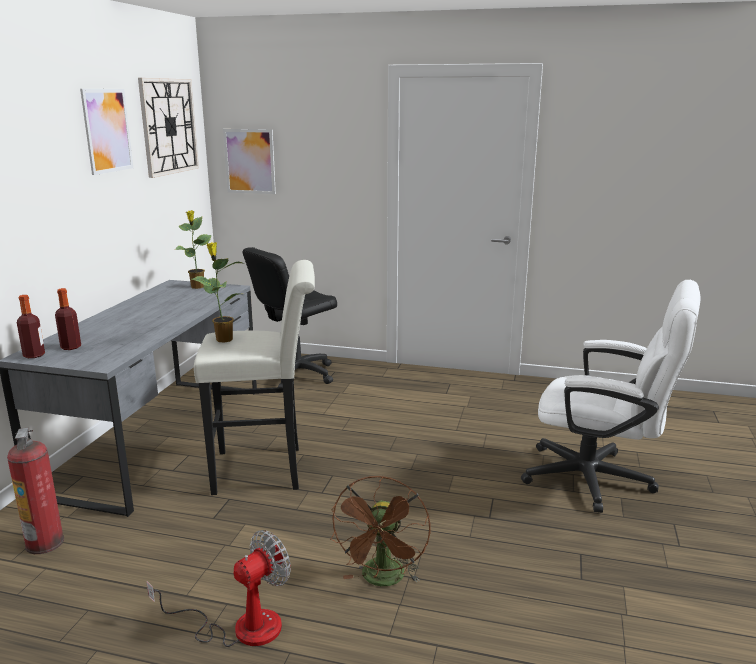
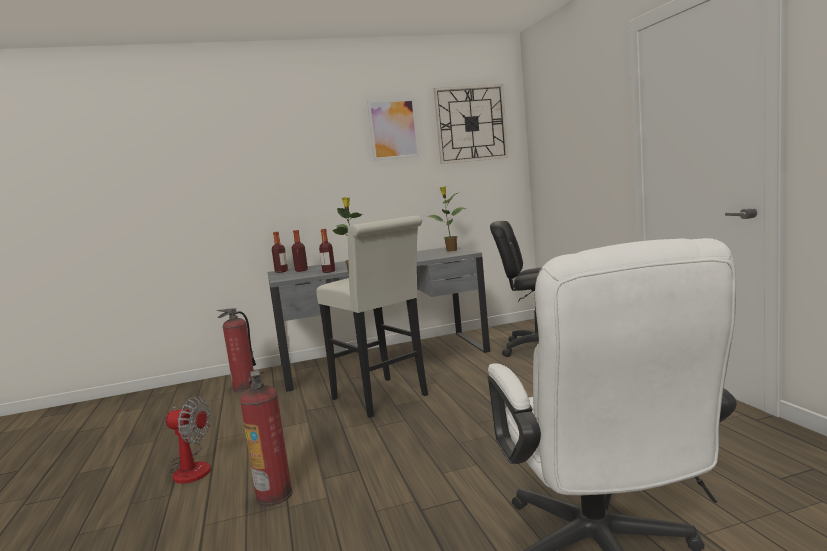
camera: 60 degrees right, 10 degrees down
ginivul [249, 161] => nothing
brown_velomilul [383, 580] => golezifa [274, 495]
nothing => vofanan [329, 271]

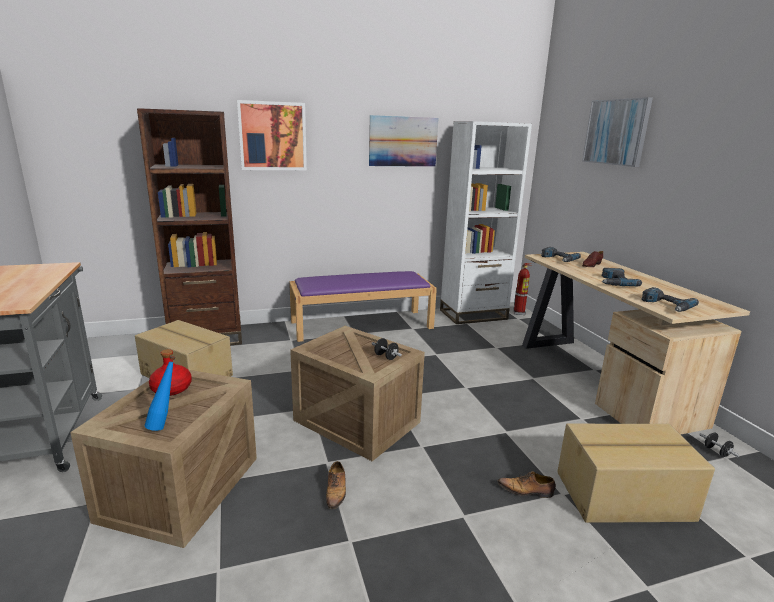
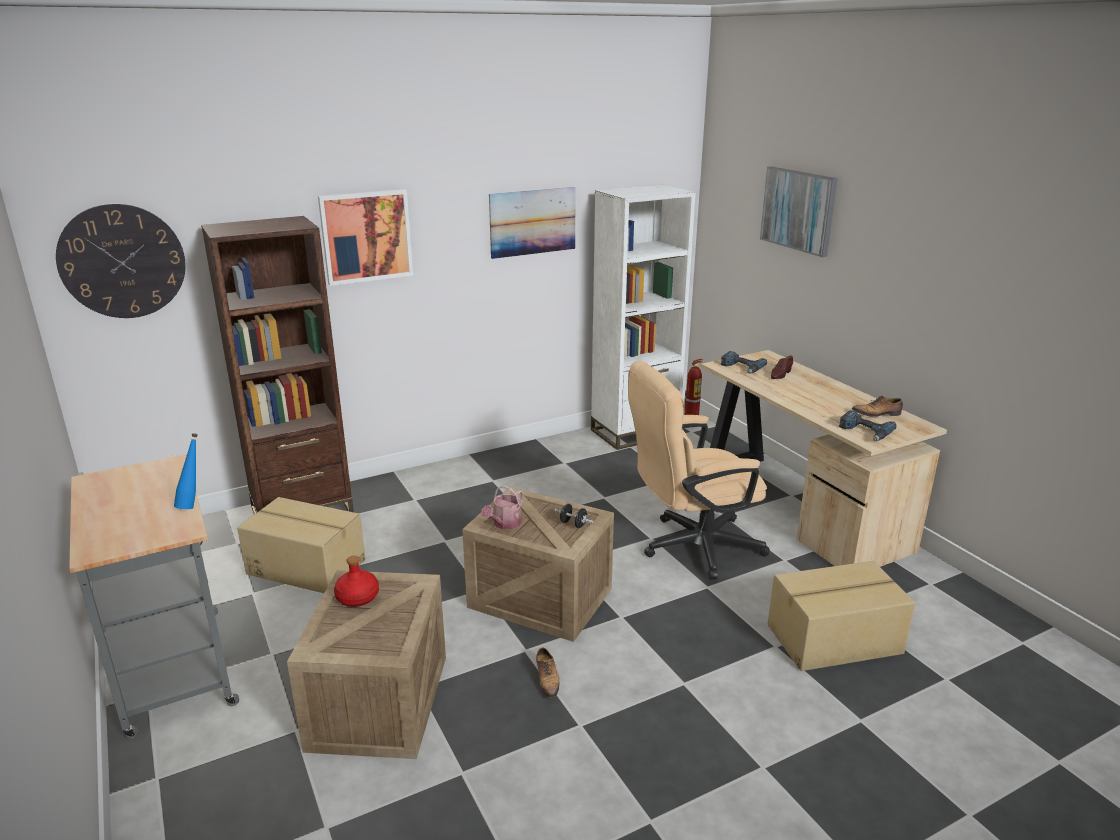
camera: 10 degrees left, 5 degrees up
blue_vofanan [165, 425] => blue_vofanan [193, 504], moved
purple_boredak [362, 324] => nothing
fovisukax [526, 491] => fovisukax [877, 414], moved
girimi [614, 282] => nothing
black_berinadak [716, 452] => nothing
nothing => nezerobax [122, 261]
nothing => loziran [504, 524]
nothing => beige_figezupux [691, 547]

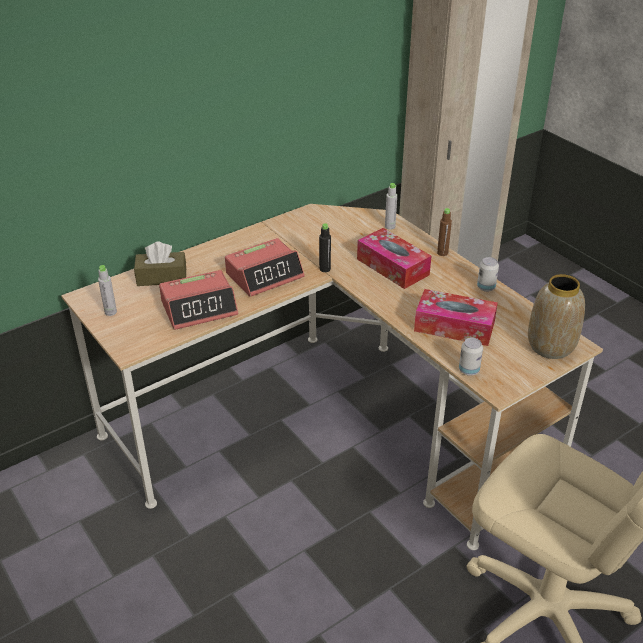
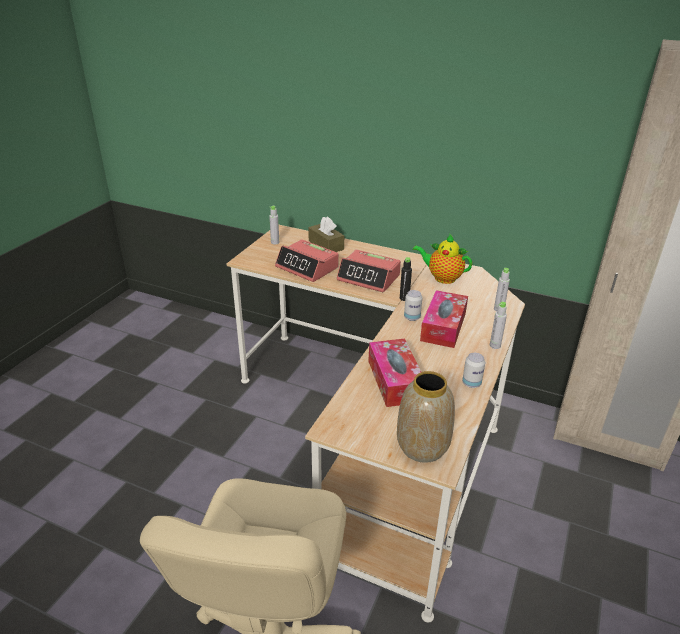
camera: 60 degrees right, 5 degrees down
brown_vofanan [442, 253] => grey_vofanan [495, 346]
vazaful [469, 370] => vazaful [412, 317], moved
nothing => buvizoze [442, 278]

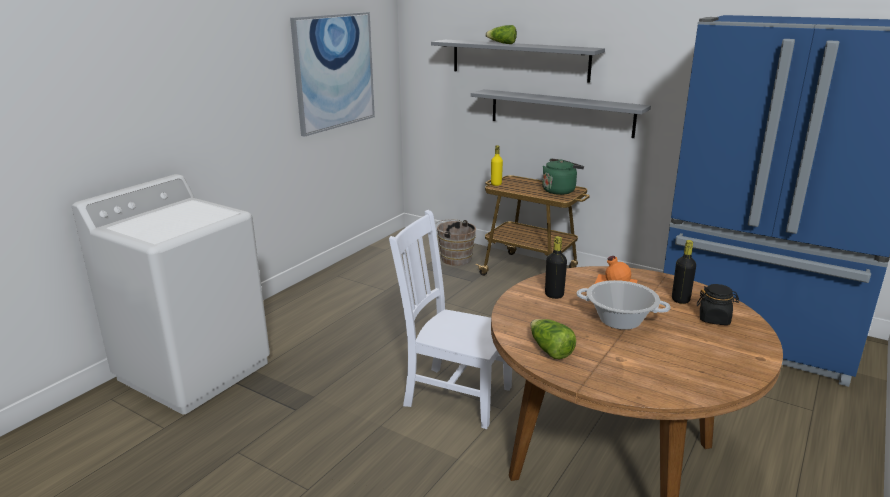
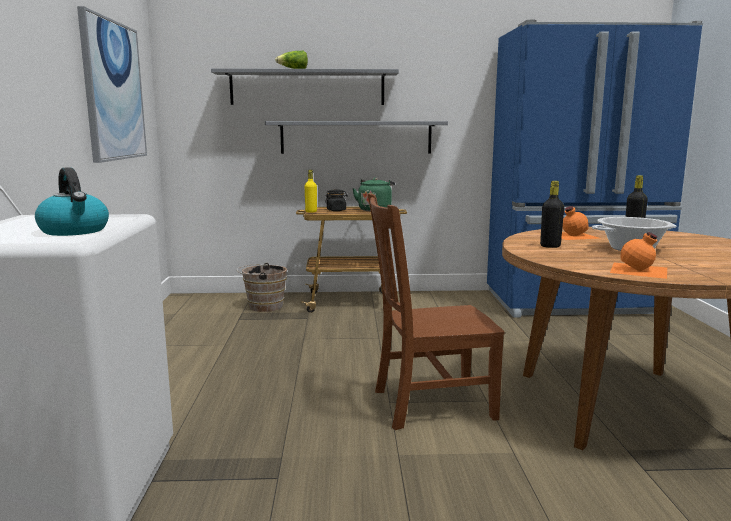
camera: 35 degrees left, 10 degrees down
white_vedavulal [454, 395] => brown_vedavulal [429, 404]
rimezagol [550, 350] => orange_vofanan [639, 270]
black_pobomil [714, 319] => black_pobomil [336, 210], moved
nothing => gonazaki [75, 231]

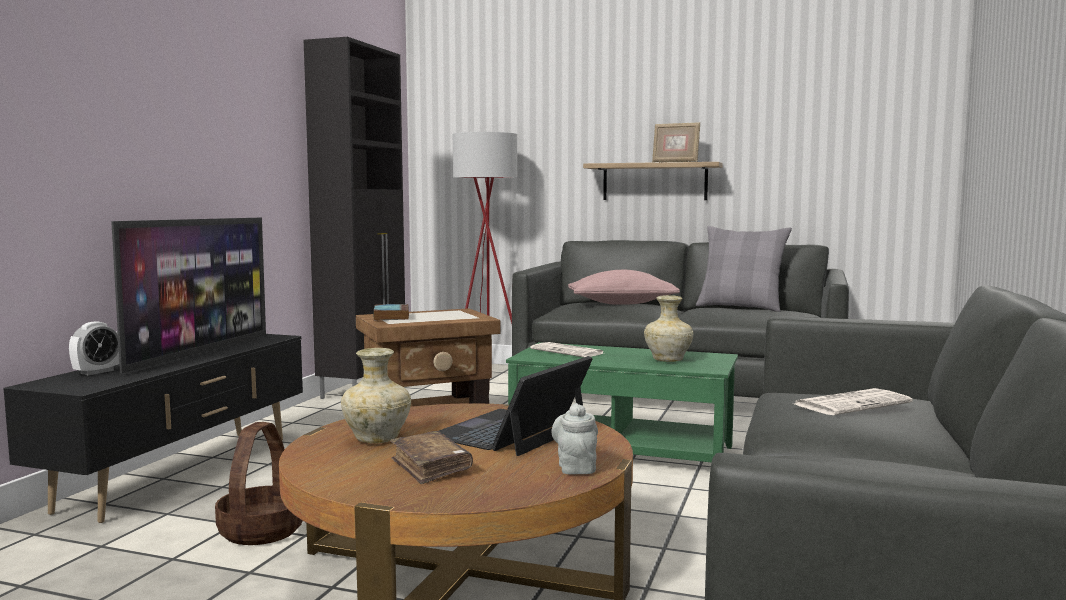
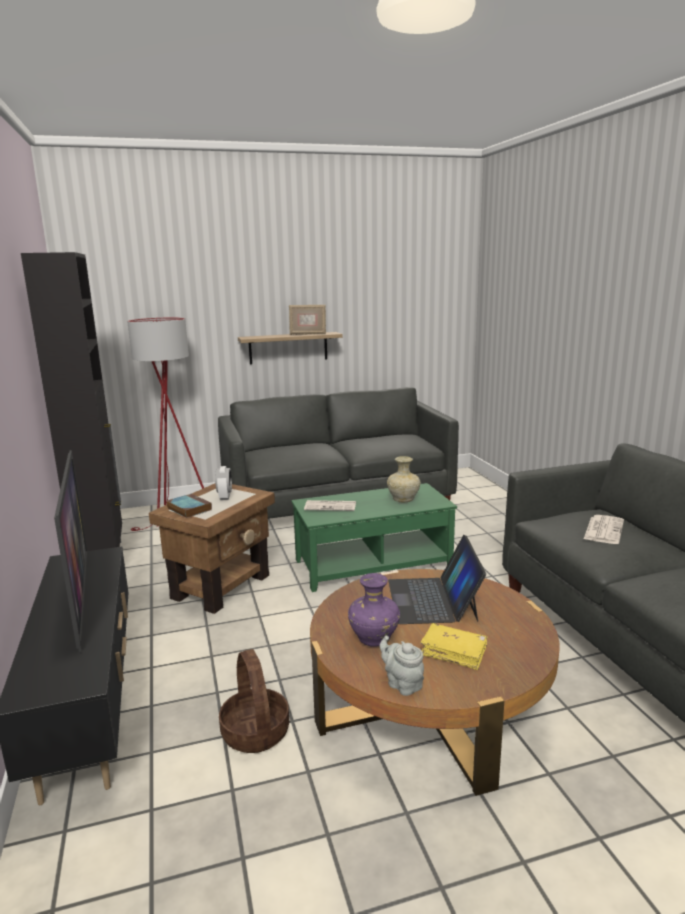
camera: 35 degrees left, 10 degrees up
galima [97, 372] => galima [225, 497], moved
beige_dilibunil [377, 439] => purple_dilibunil [373, 639]
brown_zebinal [430, 467] => yellow_zebinal [454, 652]
grey_buvizoze [576, 467] => grey_buvizoze [402, 684], moved
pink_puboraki [622, 303] => nothing
grey_puboraki [740, 307] => nothing

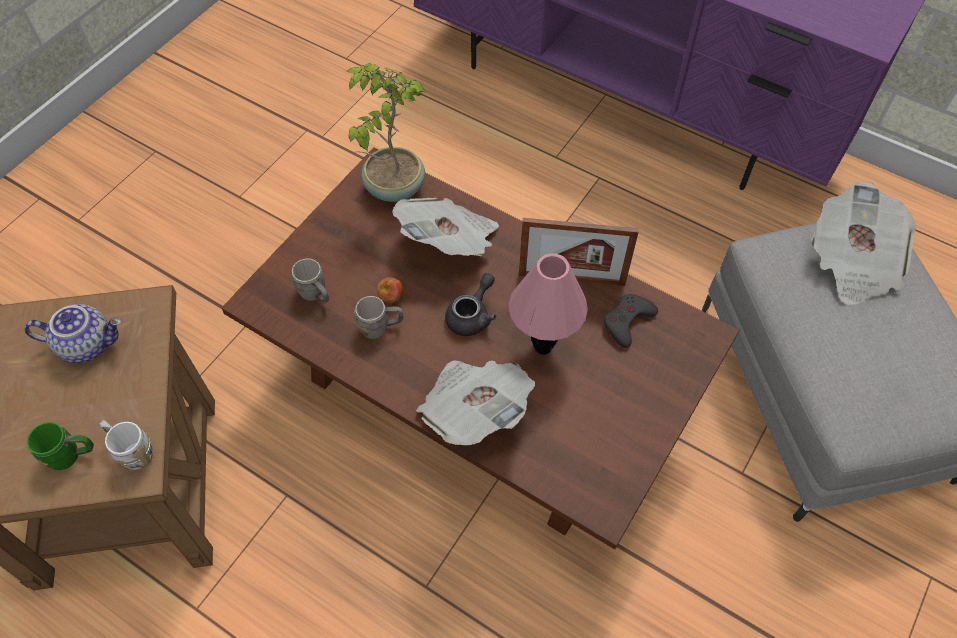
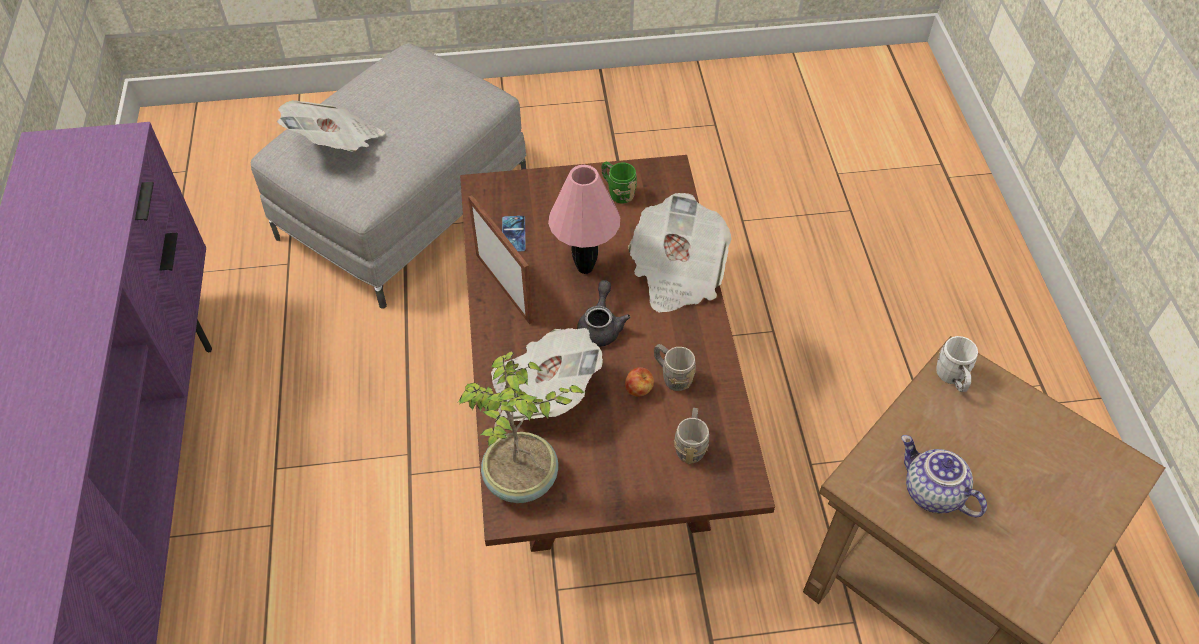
camera: 130 degrees left, 5 degrees down
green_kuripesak [71, 455] => green_kuripesak [617, 192], moved
grey_buvizoze [472, 315] => grey_buvizoze [601, 326], 105 degrees clockwise
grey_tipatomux [627, 322] => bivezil [513, 234]

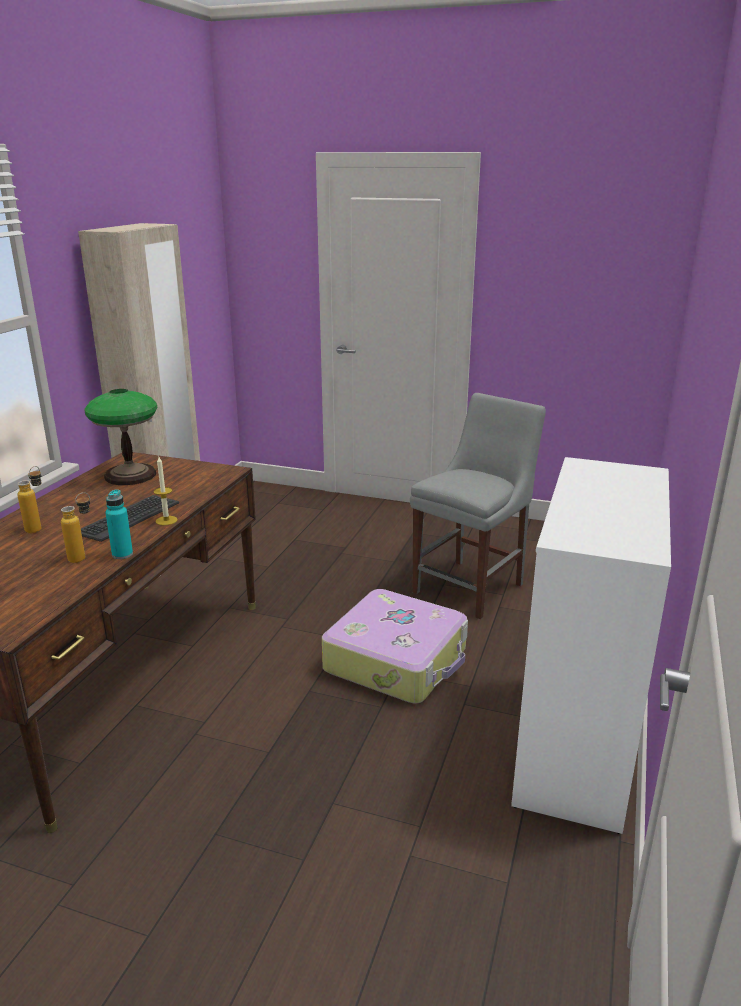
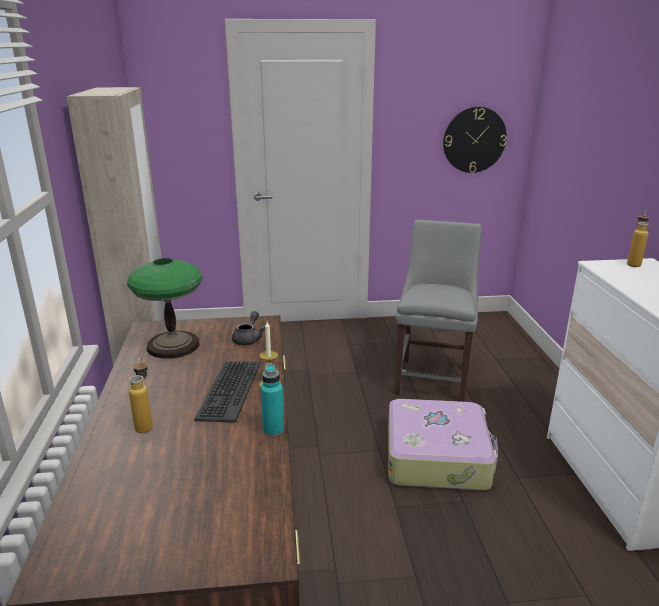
camera: 25 degrees left, 0 degrees up
vofanan [83, 557] => vofanan [633, 263], moved
nothing => grey_buvizoze [248, 338]
nothing => nezerobax [474, 140]

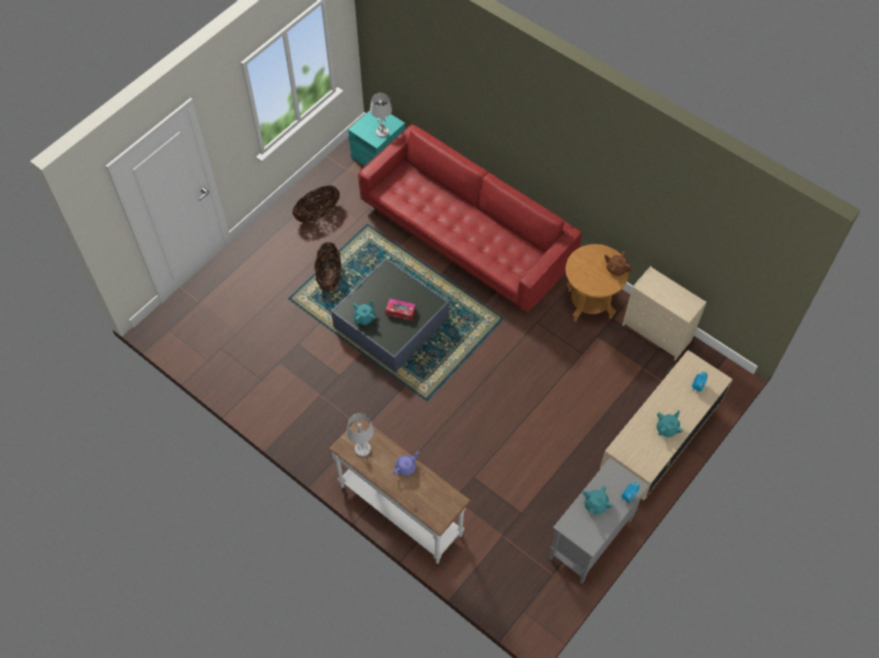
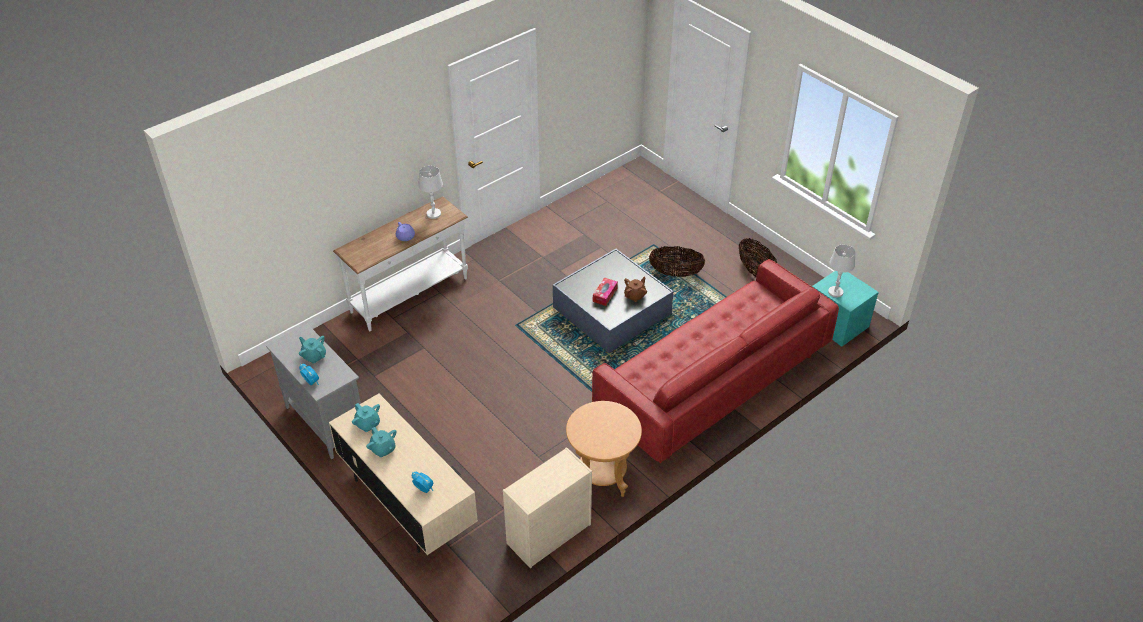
camera: 100 degrees right, 15 degrees down
turquoise_buvizoze [365, 318] => turquoise_buvizoze [368, 424], moved
brown_buvizoze [616, 269] => brown_buvizoze [635, 295], moved

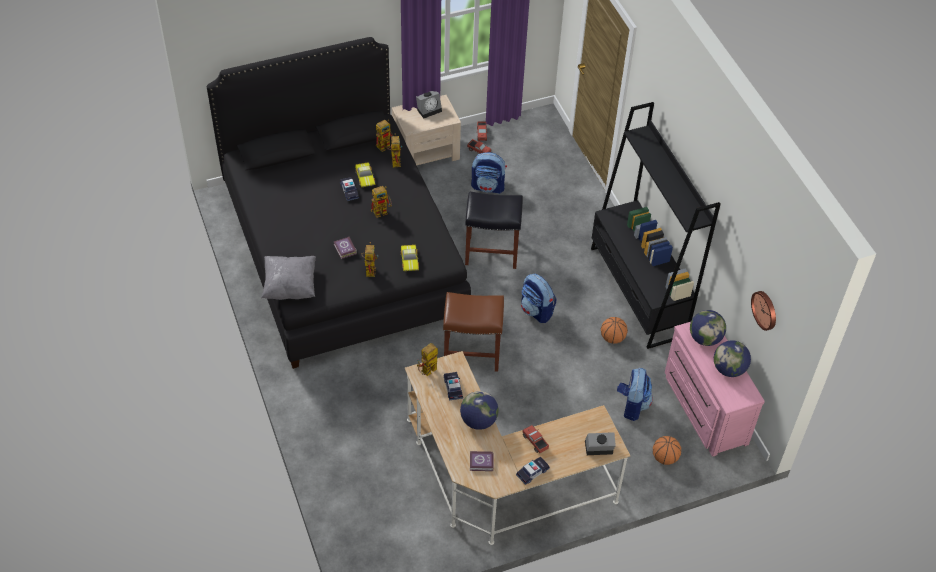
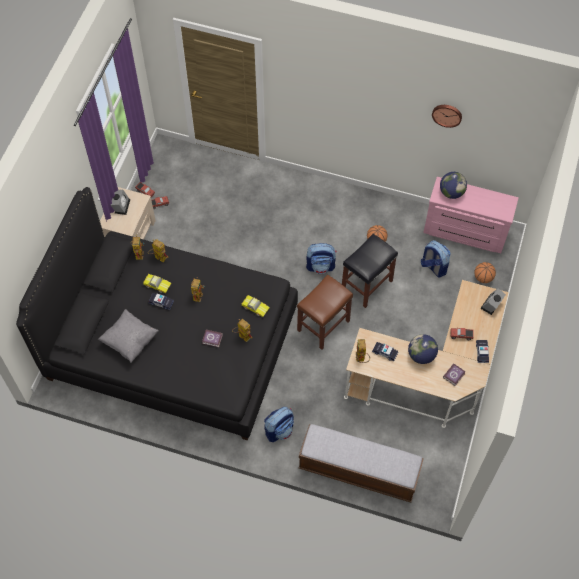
camera: 50 degrees left, 10 degrees up
grey_puboraki [290, 286] => grey_puboraki [130, 341], moved
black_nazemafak [492, 252] => black_nazemafak [367, 284], moved
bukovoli [488, 186] => bukovoli [279, 430], moved
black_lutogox [638, 292] => nothing
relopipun [729, 369] => nothing
nezerobax [765, 310] => nezerobax [447, 114], moved
nothing => boredak [358, 471]

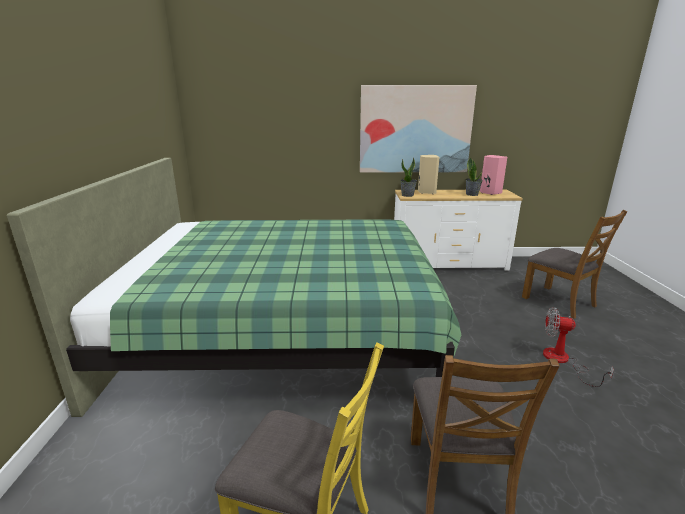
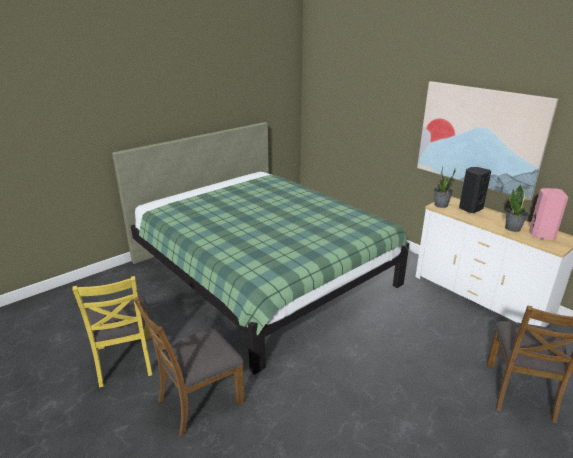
camera: 50 degrees right, 5 degrees up
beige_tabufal [426, 192] => black_tabufal [470, 208]
velomilul [563, 361] => nothing

